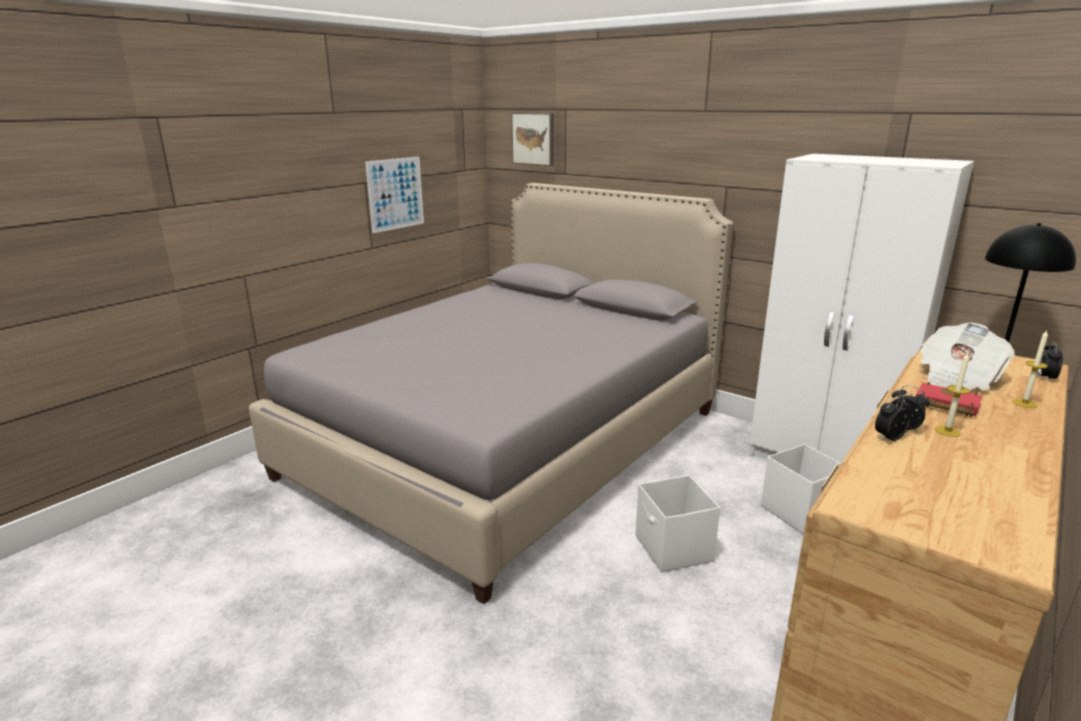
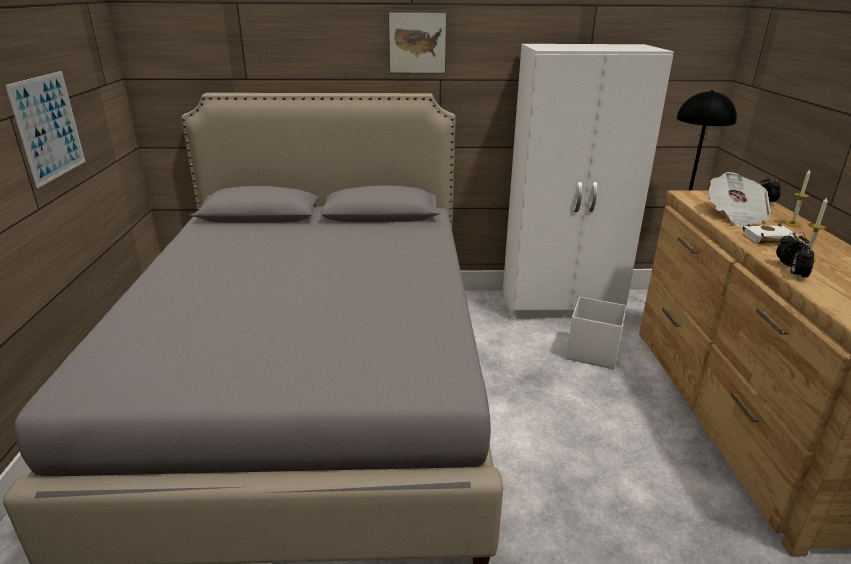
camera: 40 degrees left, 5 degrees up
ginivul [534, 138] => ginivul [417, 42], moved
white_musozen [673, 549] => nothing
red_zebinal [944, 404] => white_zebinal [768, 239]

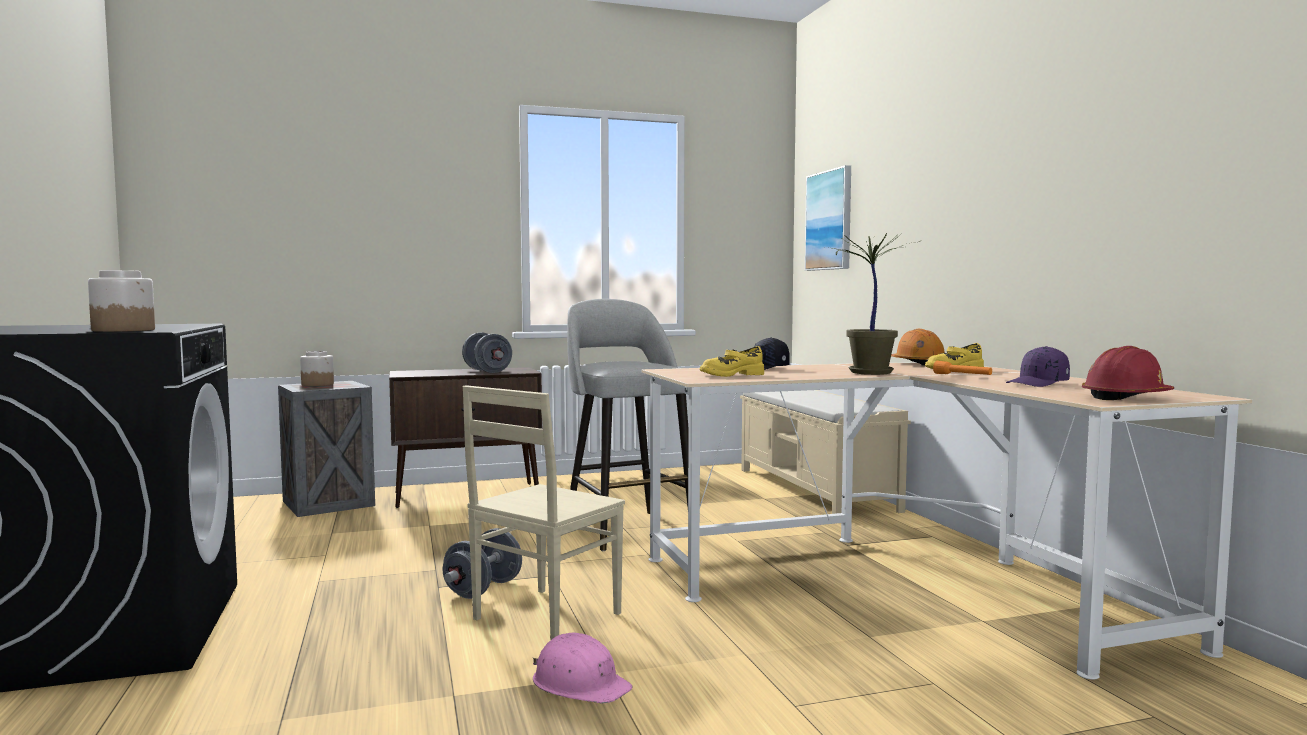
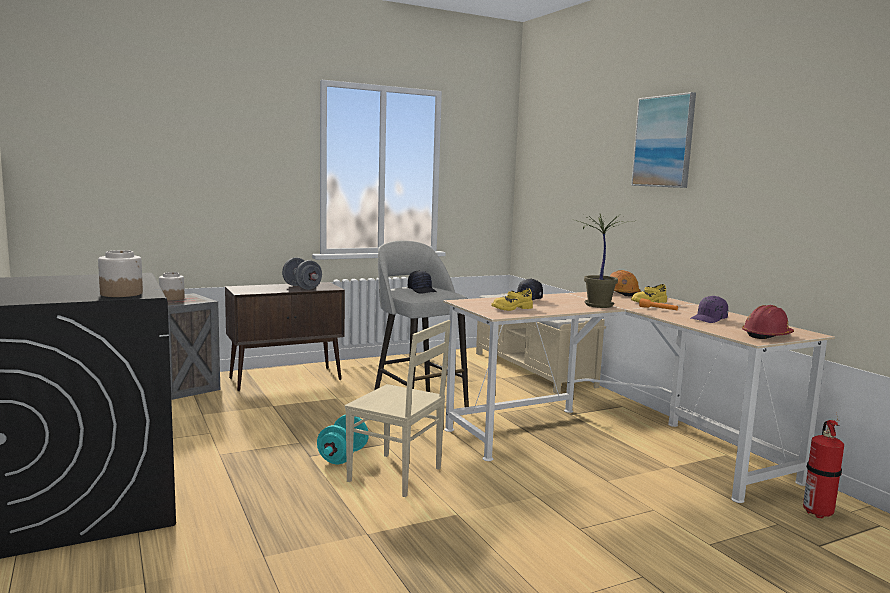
camera: 10 degrees left, 5 degrees up
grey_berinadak [483, 589] => turquoise_berinadak [343, 456]
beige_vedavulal [544, 616] => beige_vedavulal [395, 475], 90 degrees counterclockwise
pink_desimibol [580, 683] => nothing
ginivul [829, 220] => ginivul [664, 141], moved
nothing => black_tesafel [422, 290]
nothing => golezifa [817, 512]

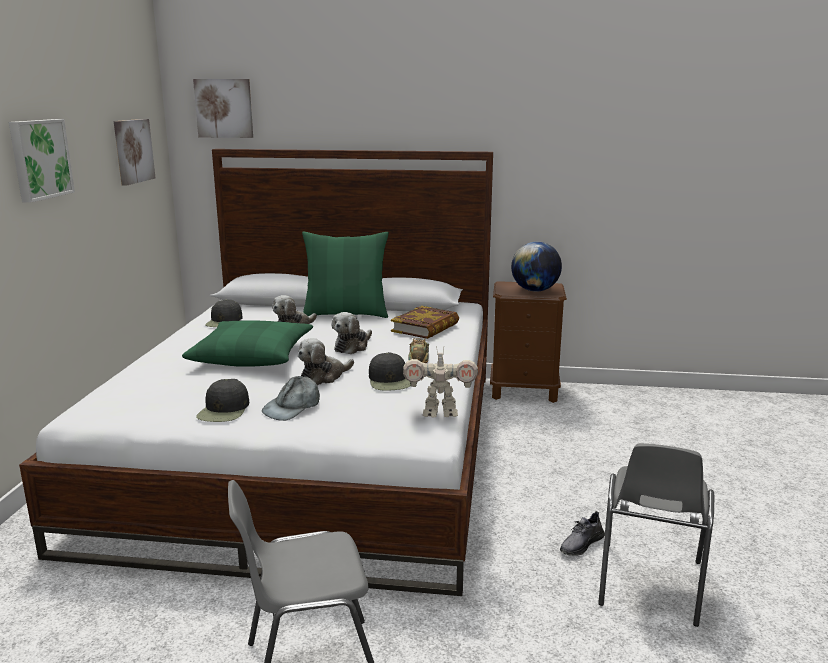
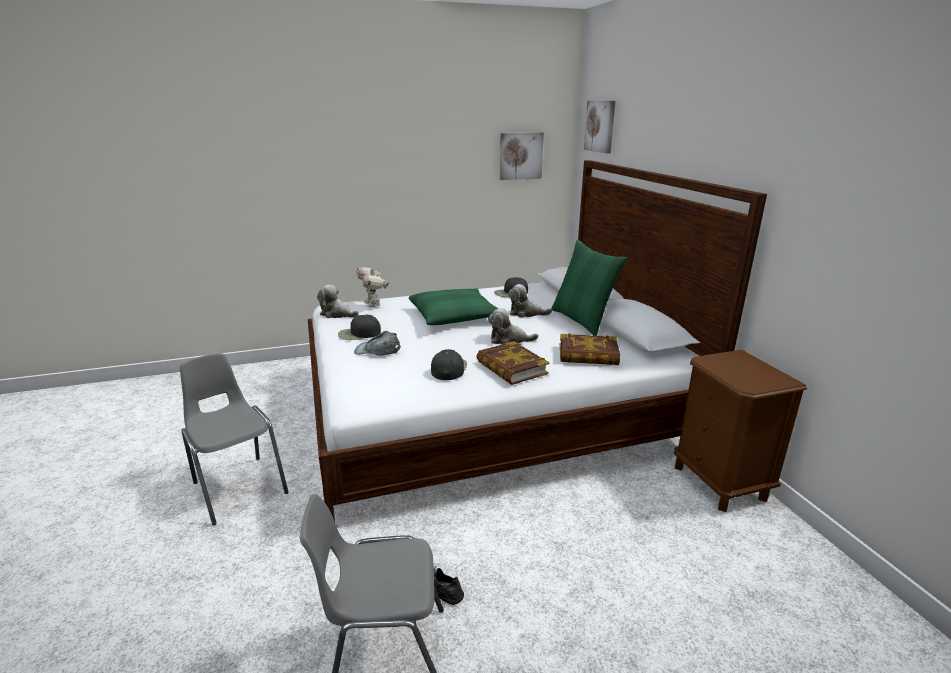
camera: 65 degrees right, 5 degrees up
ginivul [39, 159] => nothing
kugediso [324, 376] => kugediso [337, 314], moved
black_tesafel [389, 381] => black_tesafel [448, 368], 135 degrees clockwise
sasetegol [440, 413] => sasetegol [373, 304], moved
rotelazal [419, 357] => zebinal [511, 368]
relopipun [535, 290] => nothing

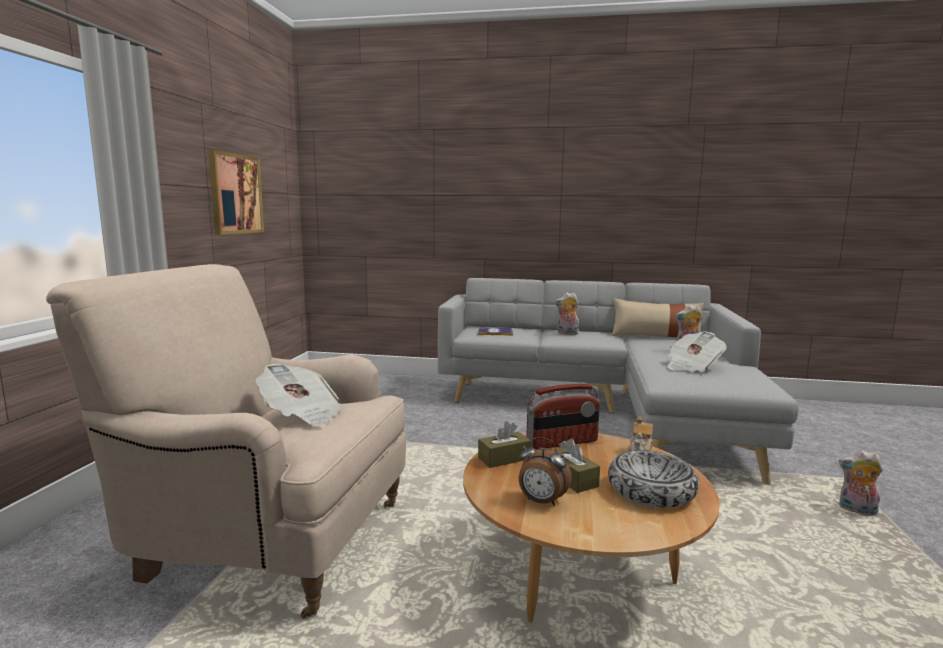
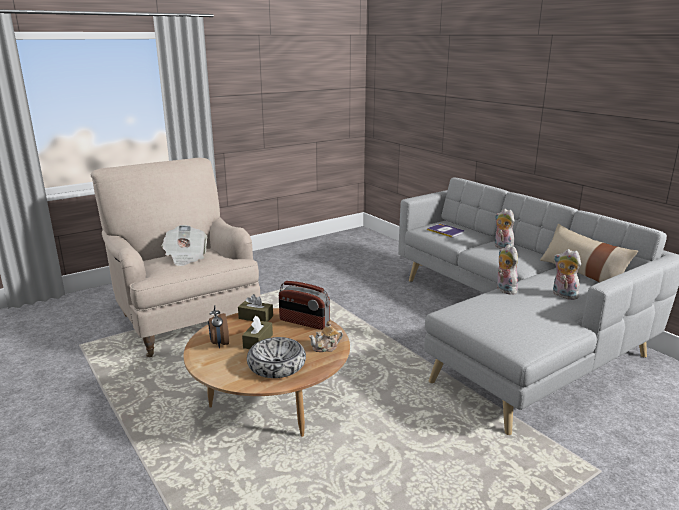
camera: 45 degrees right, 10 degrees up
ginivul [235, 194] => nothing
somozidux [692, 366] => nothing
kugediso [856, 511] => kugediso [504, 289], moved

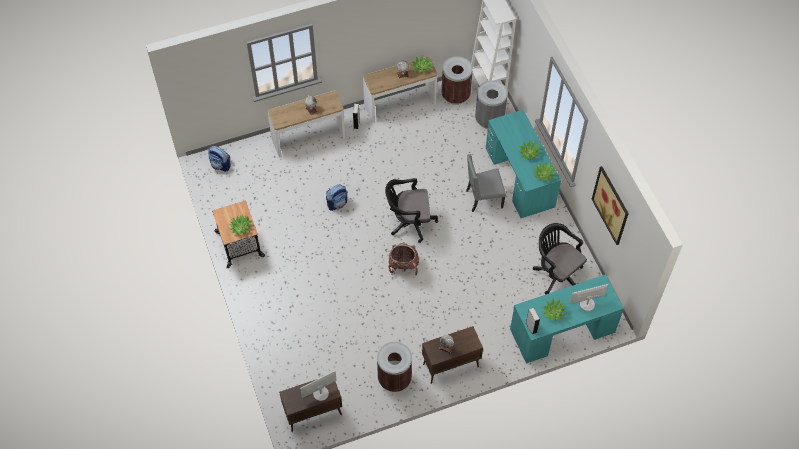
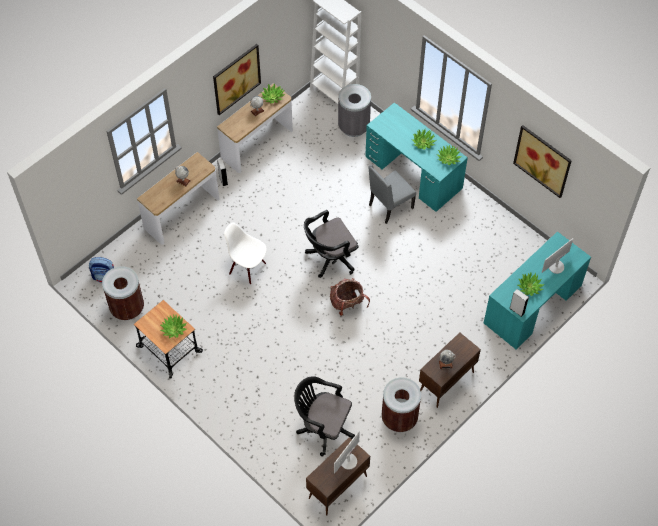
camera: 25 degrees left, 0 degrees up
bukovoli [337, 203] => white_vedavulal [247, 268]
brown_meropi [455, 95] => brown_meropi [127, 308], moved
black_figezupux [556, 273] => black_figezupux [323, 427], moved
nothing => ginivul [236, 79]

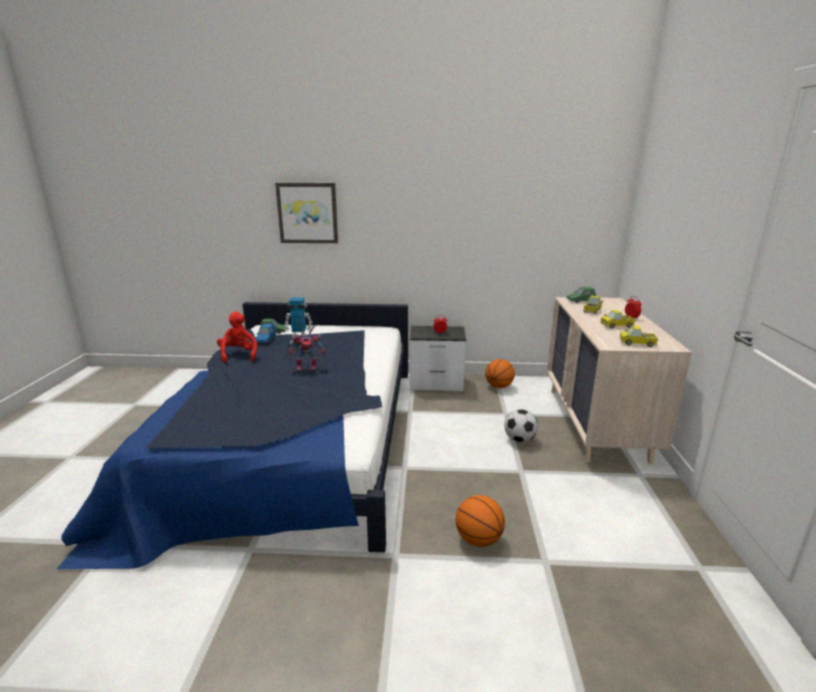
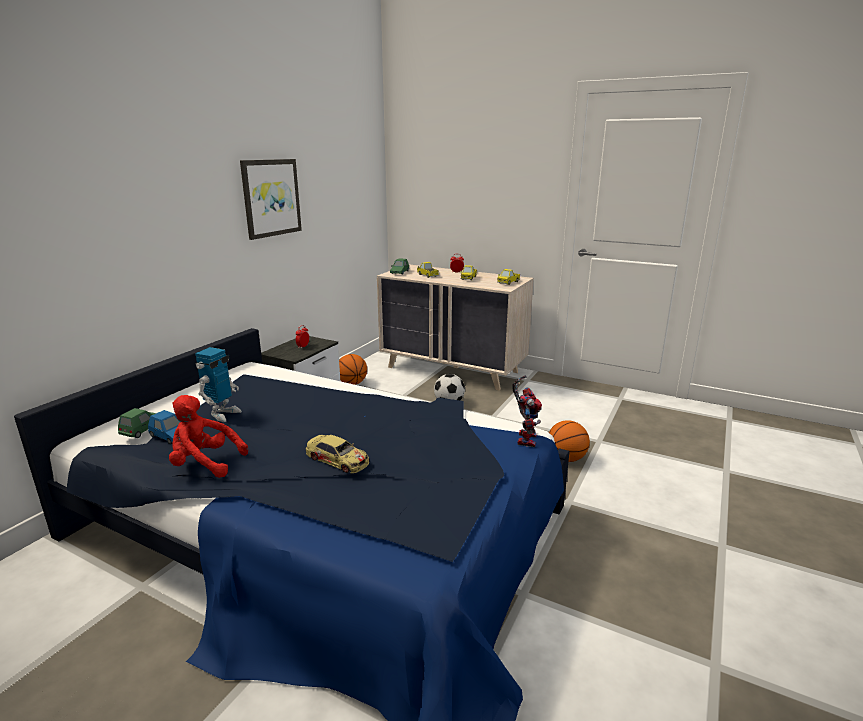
camera: 65 degrees left, 0 degrees up
ginivul [307, 213] => ginivul [271, 198], moved
sasetegol [308, 367] => sasetegol [524, 438], moved
nothing => rotelazal [337, 459]

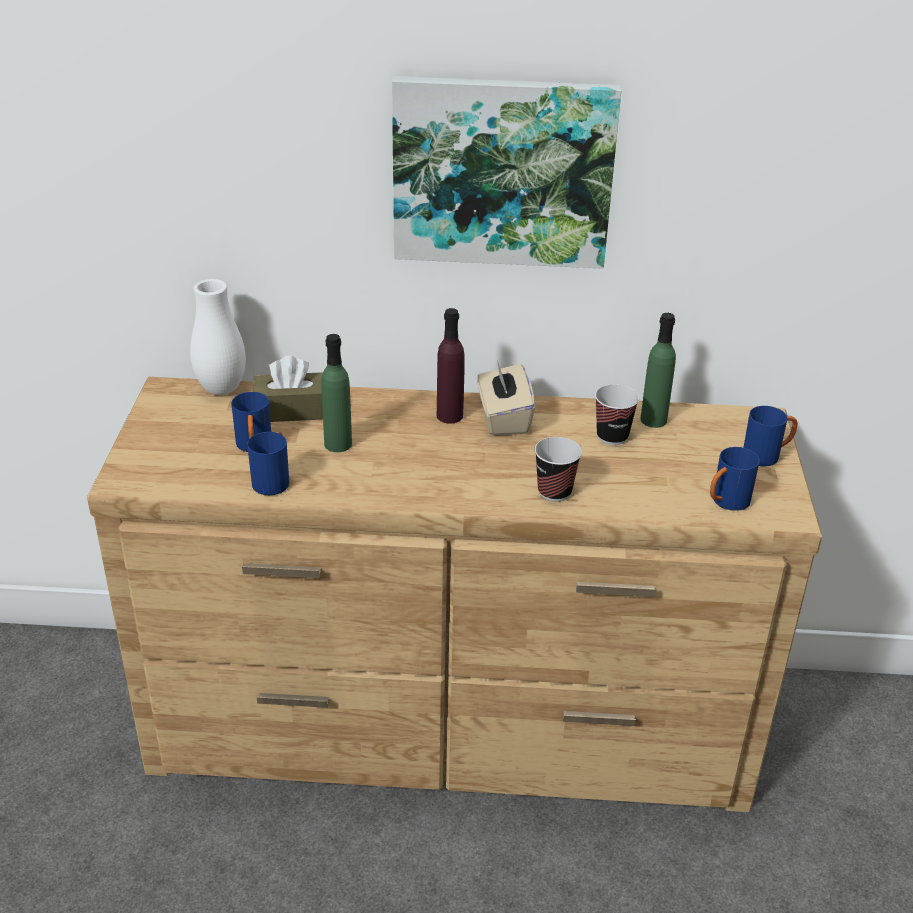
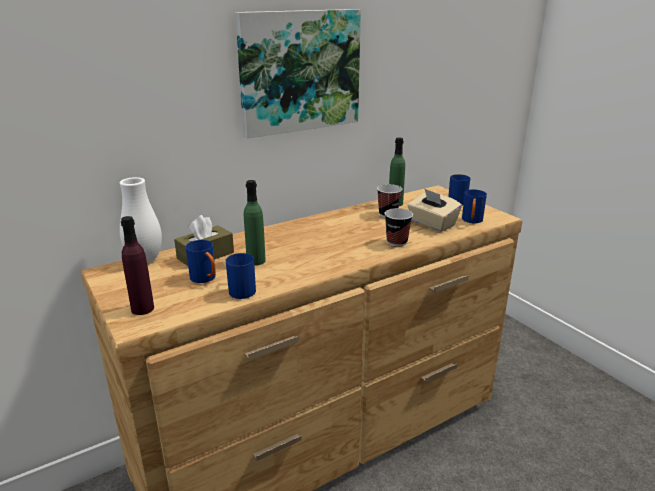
camera: 35 degrees left, 10 degrees down
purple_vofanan [449, 416] => purple_vofanan [142, 309], moved
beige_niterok [503, 419] => beige_niterok [432, 224], moved

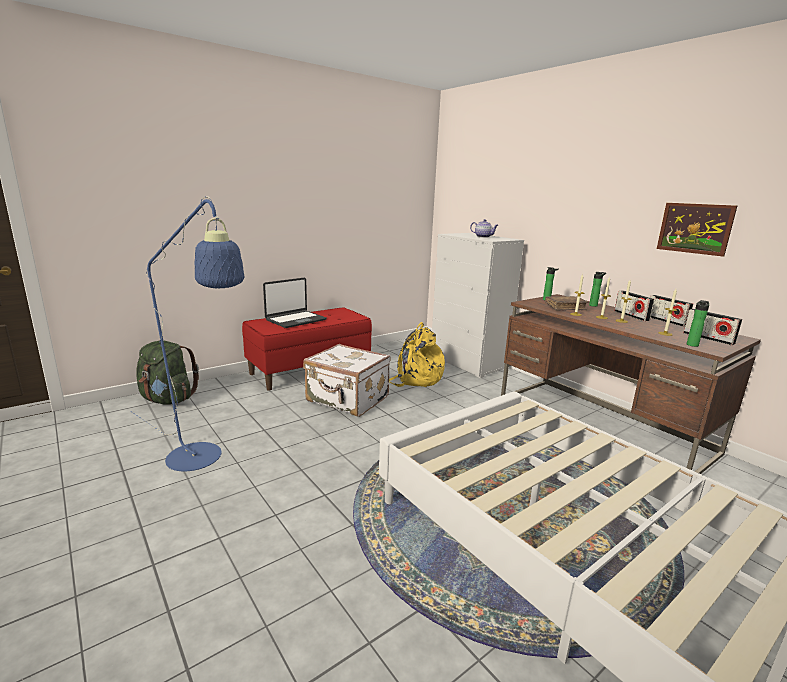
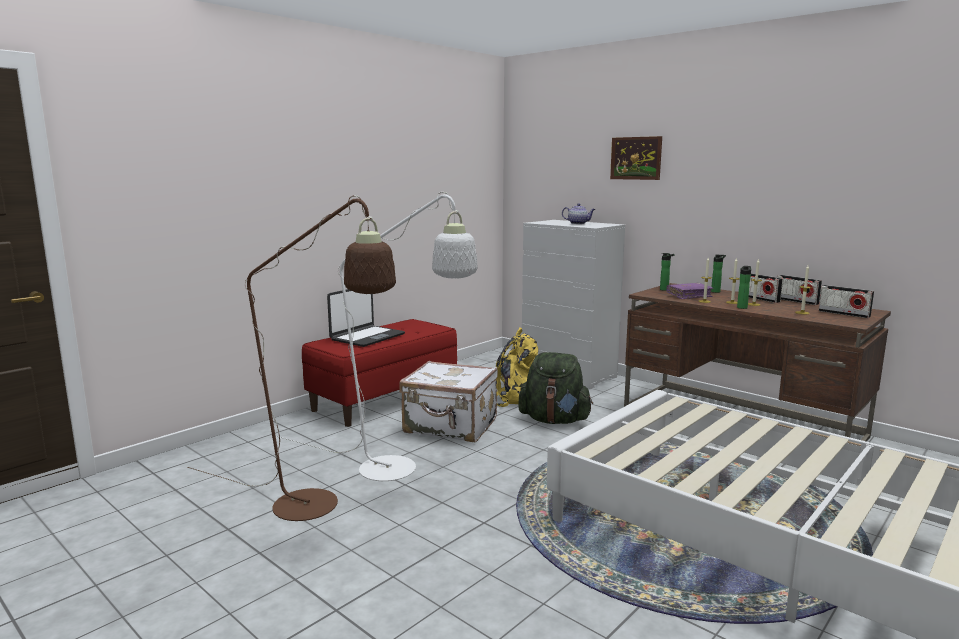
camera: 10 degrees left, 5 degrees down
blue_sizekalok [202, 461] => brown_sizekalok [319, 508]
green_bukovoli [167, 400] => green_bukovoli [554, 420], moved
brown_zebinal [565, 307] => purple_zebinal [689, 296]
ginivul [694, 228] => ginivul [636, 158], moved
vofanan [692, 344] => vofanan [742, 307], moved
nothing => white_sizekalok [400, 471]

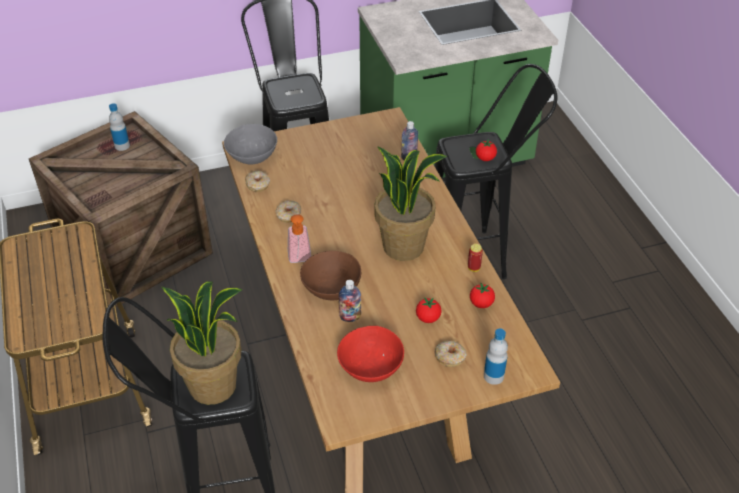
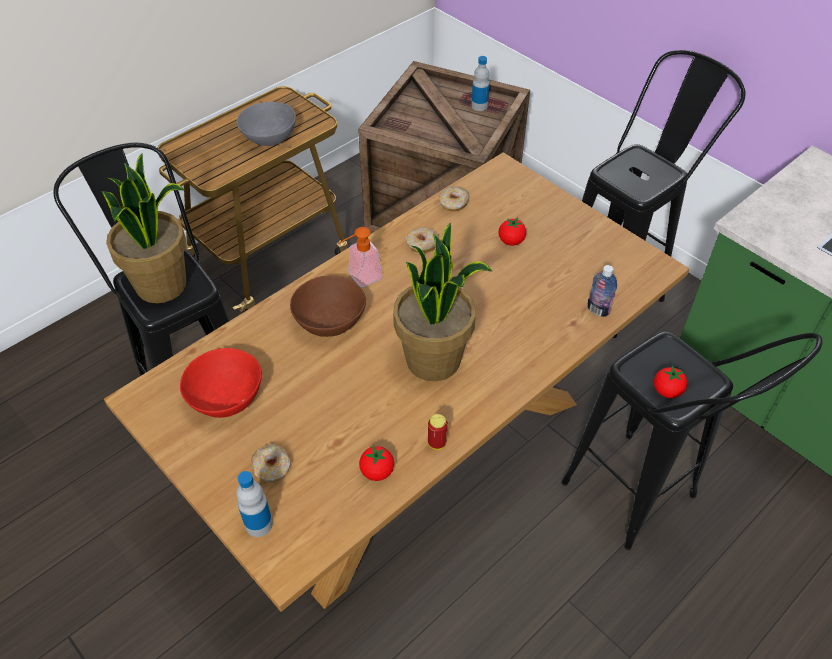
camera: 65 degrees right, 5 degrees up
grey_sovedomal [252, 156] => grey_sovedomal [269, 137], moved
vofanan [350, 317] => nothing
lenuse [428, 318] => lenuse [511, 241], moved

